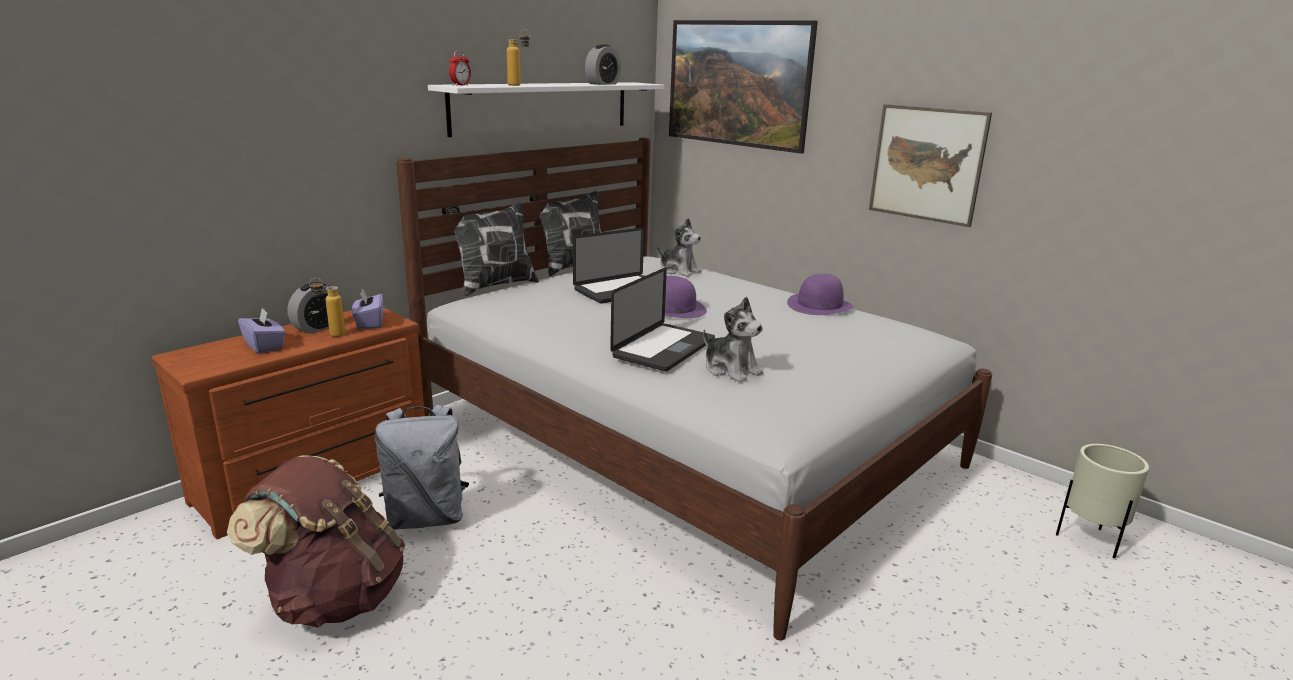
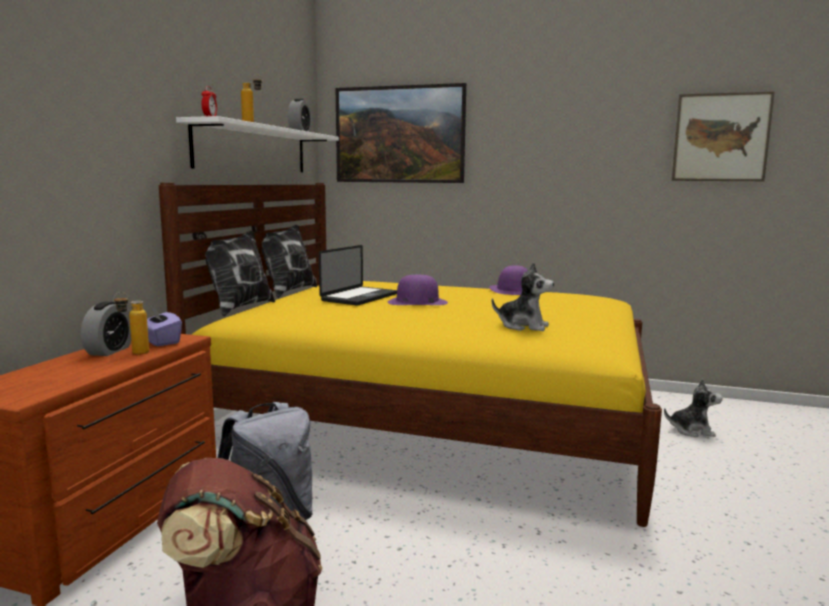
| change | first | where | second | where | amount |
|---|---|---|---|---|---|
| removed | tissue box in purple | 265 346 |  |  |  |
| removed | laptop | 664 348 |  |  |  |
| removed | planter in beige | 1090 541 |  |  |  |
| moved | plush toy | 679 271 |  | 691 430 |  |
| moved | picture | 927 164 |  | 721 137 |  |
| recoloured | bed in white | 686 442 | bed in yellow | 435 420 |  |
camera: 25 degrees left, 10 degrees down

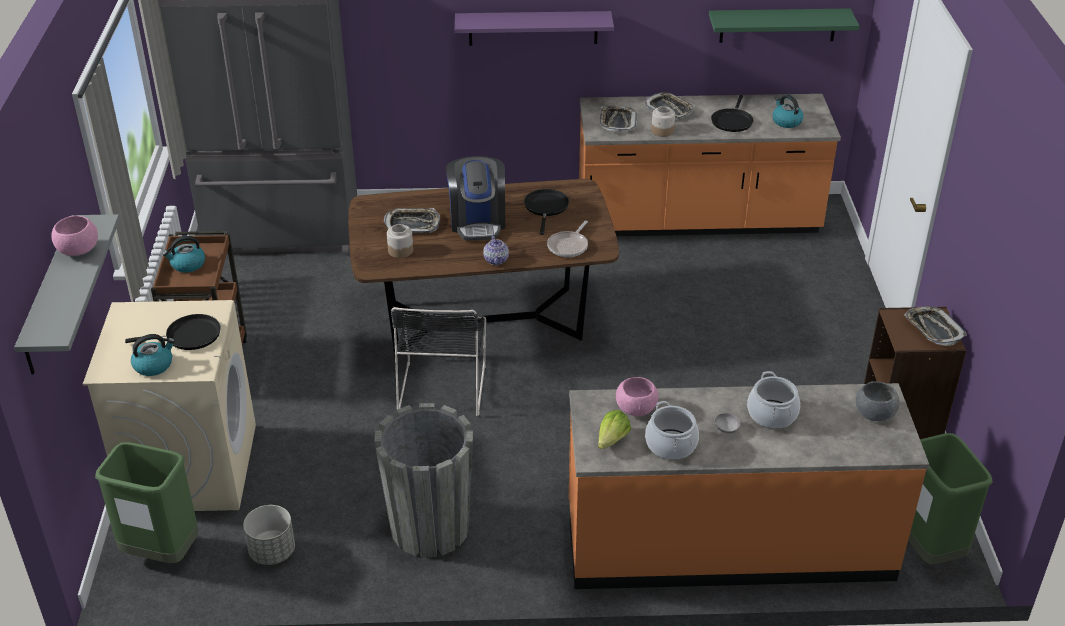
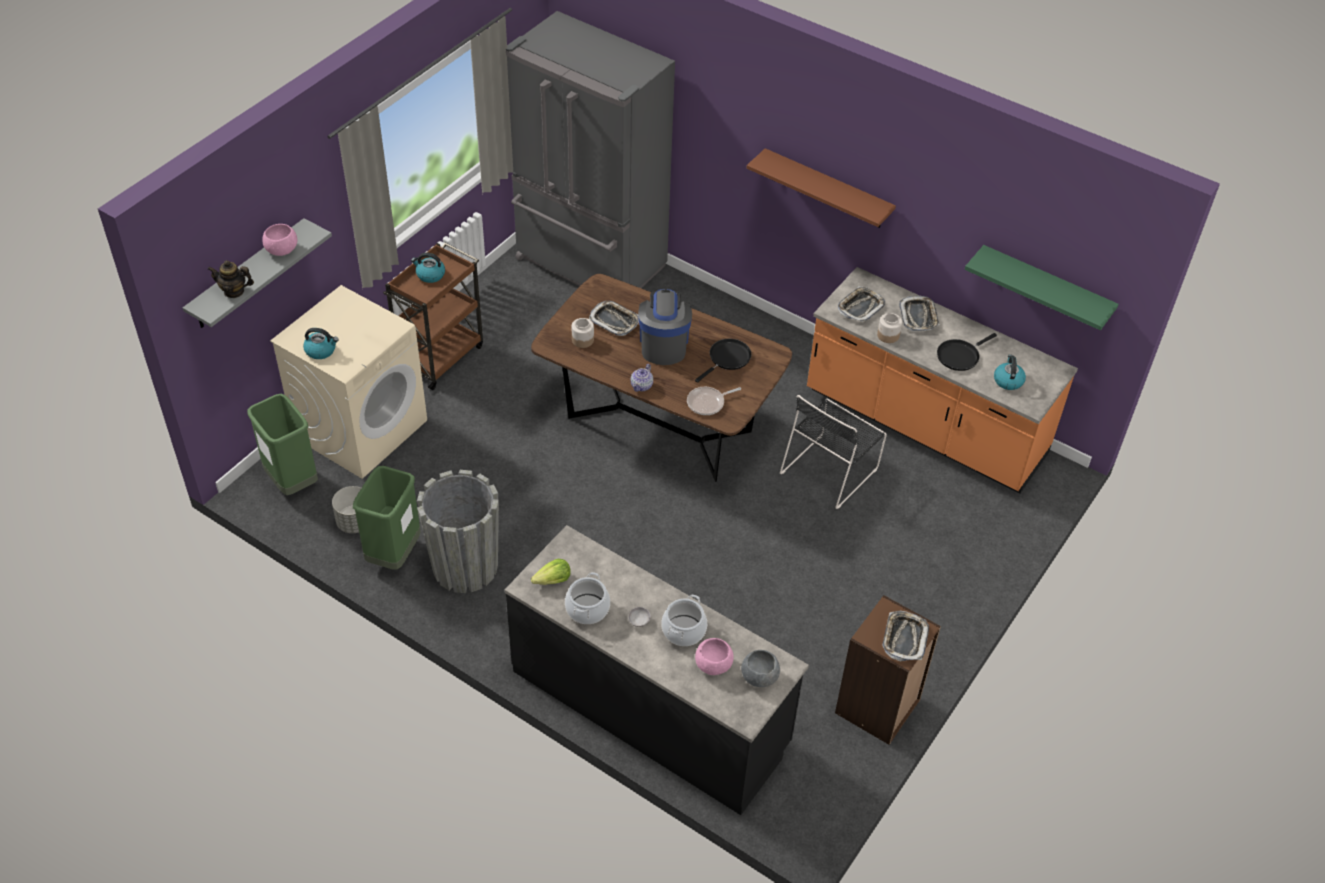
| change | first | where | second | where | amount |
|---|---|---|---|---|---|
| removed | frying pan in black | 189 336 |  |  |  |
| added |  |  | teapot | 234 291 |  |
| moved | chair in black | 442 385 |  | 831 469 |  |
| moved | bowl in pink | 636 408 |  | 713 665 |  |
| moved | trash can in green | 927 548 |  | 394 554 |  |
| recoloured | shelf in purple | 533 28 | shelf in brown | 827 189 |  |
| recoloured | counter in orange | 728 543 | counter in black | 650 707 |  |
| turned | coffee machine | 477 221 |  | 663 344 | 150 degrees clockwise |
camera: 35 degrees right, 10 degrees up

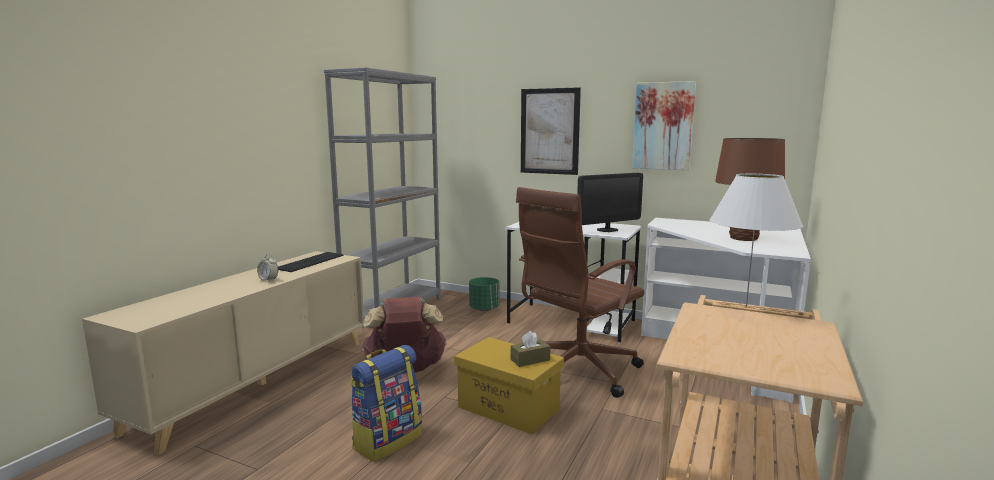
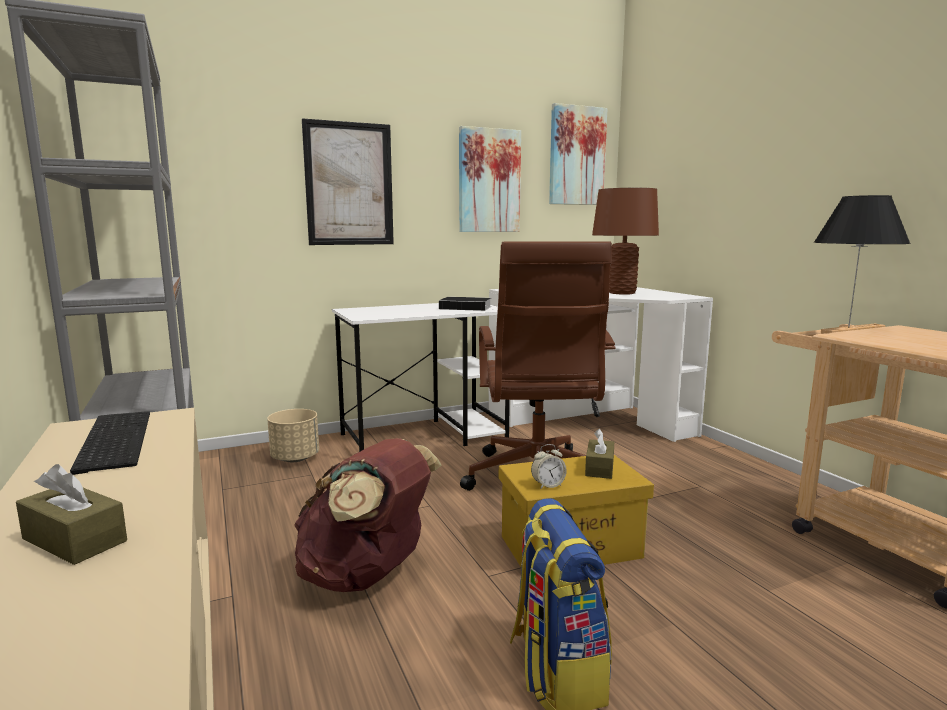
| change | first | where | second | where | amount |
|---|---|---|---|---|---|
| added |  |  | tissue box in brown | 74 540 |  |
| added |  |  | picture | 576 156 |  |
| moved | alarm clock | 268 280 |  | 548 485 |  |
| replaced | monitor | 607 230 | book | 467 307 |  |
| recoloured | planter in green | 484 309 | planter in beige | 295 458 |  |
| recoloured | table lamp in white | 746 306 | table lamp in black | 848 327 |  |
camera: 50 degrees left, 0 degrees up

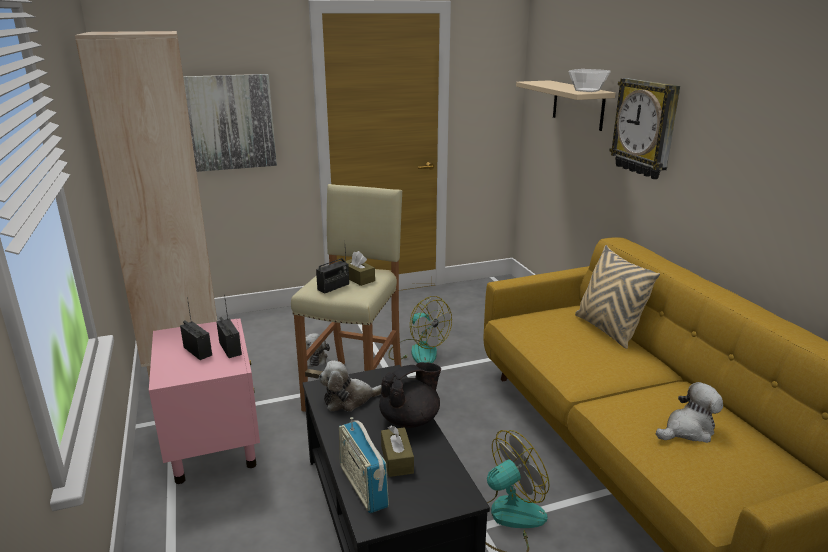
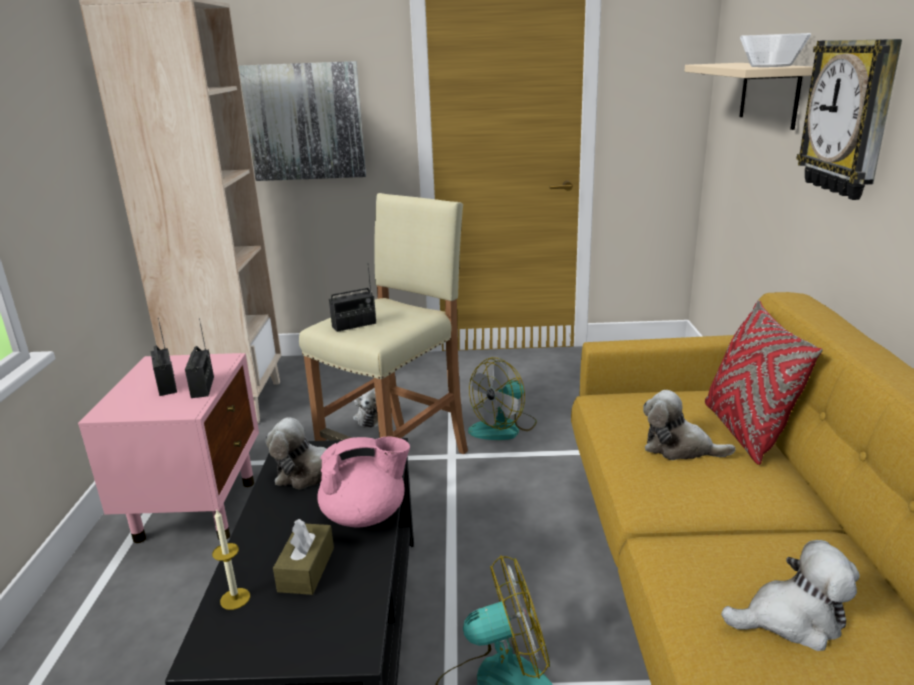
| change | first | where | second | where | amount |
|---|---|---|---|---|---|
| removed | tissue box in brown | 358 278 |  |  |  |
| added |  |  | plush toy | 679 448 |  |
| replaced | radio | 363 486 | candle | 235 598 |  |
| recoloured | teapot in black | 410 419 | teapot in pink | 366 515 |  |
| recoloured | pillow in beige | 607 330 | pillow in red | 745 432 |  |
| turned | fan | 418 351 |  | 504 427 | 75 degrees clockwise |
camera: 20 degrees right, 0 degrees up

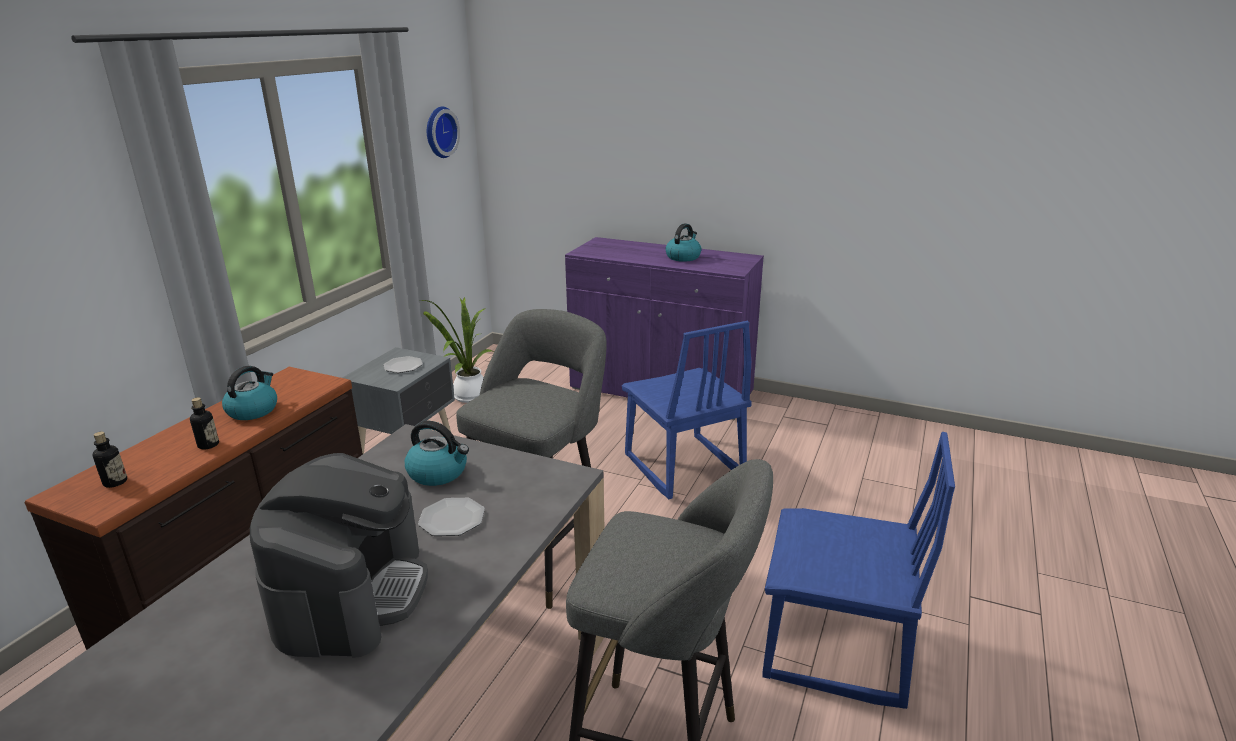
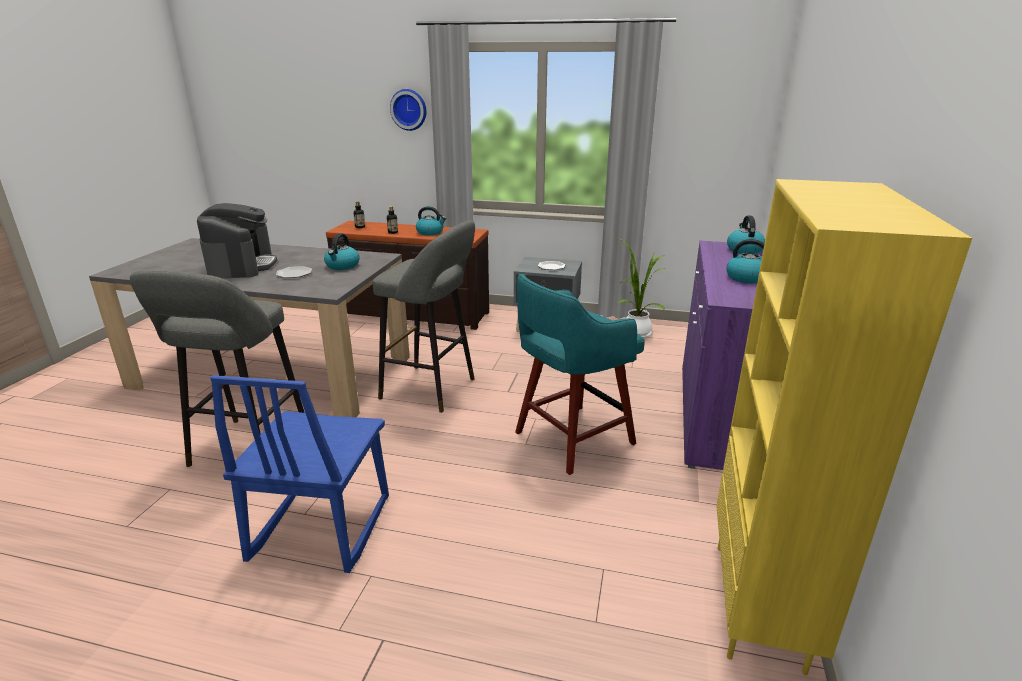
| change | first | where | second | where | amount |
|---|---|---|---|---|---|
| added |  |  | bookcase in yellow | 760 605 |  |
| added |  |  | kettle | 744 250 |  |
| moved | wall clock | 439 132 |  | 409 109 |  |
| replaced | chair in blue | 682 467 | stool in turquoise | 571 439 |  |
| turned | coffee machine | 351 593 |  | 242 266 | 90 degrees counterclockwise |
camera: 80 degrees right, 0 degrees up

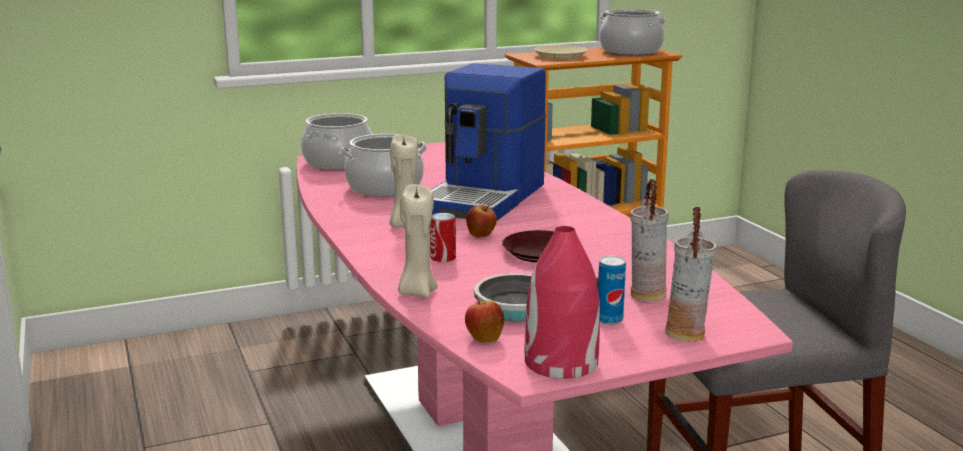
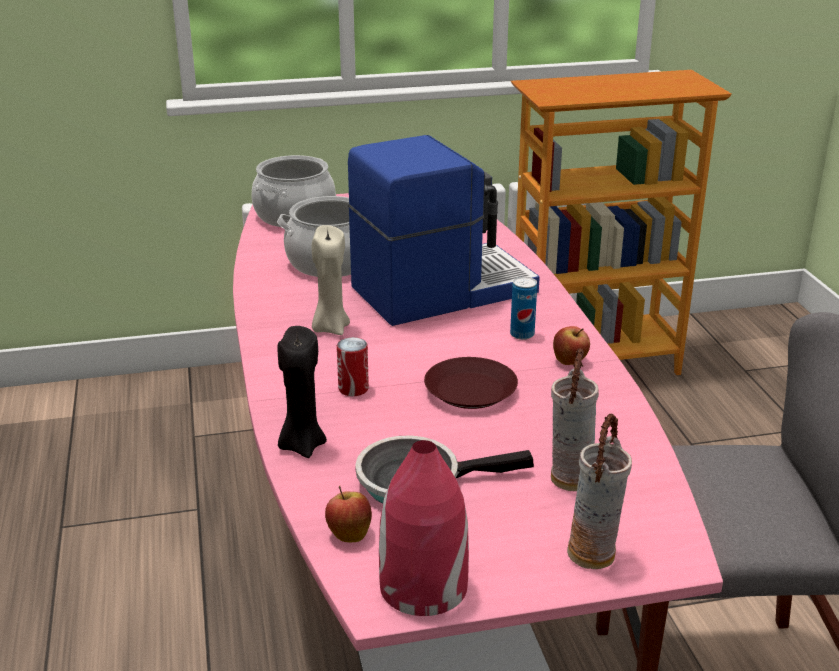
| change | first | where | second | where | amount |
|---|---|---|---|---|---|
| removed | plate in beige | 560 56 |  |  |  |
| removed | cooking pot | 631 51 |  |  |  |
| moved | apple | 481 235 |  | 570 362 |  |
| moved | can | 609 320 |  | 522 334 |  |
| recoloured | candle in beige | 417 292 | candle in black | 302 445 |  |
| turned | coffee machine | 485 198 |  | 441 289 | 150 degrees counterclockwise |
camera: 10 degrees right, 10 degrees up

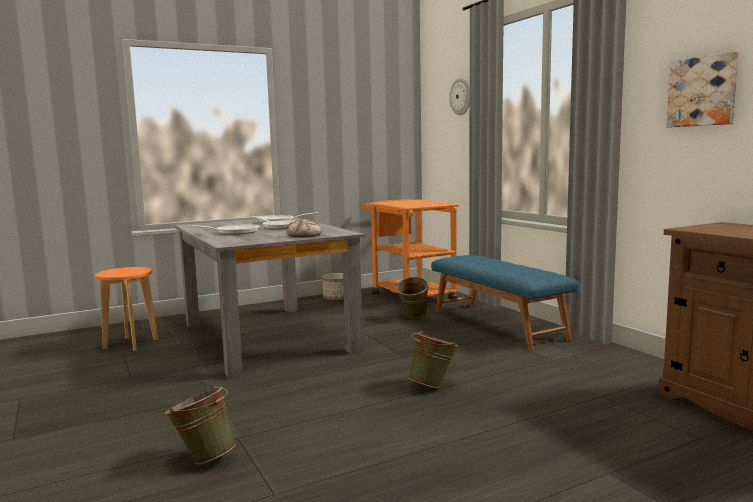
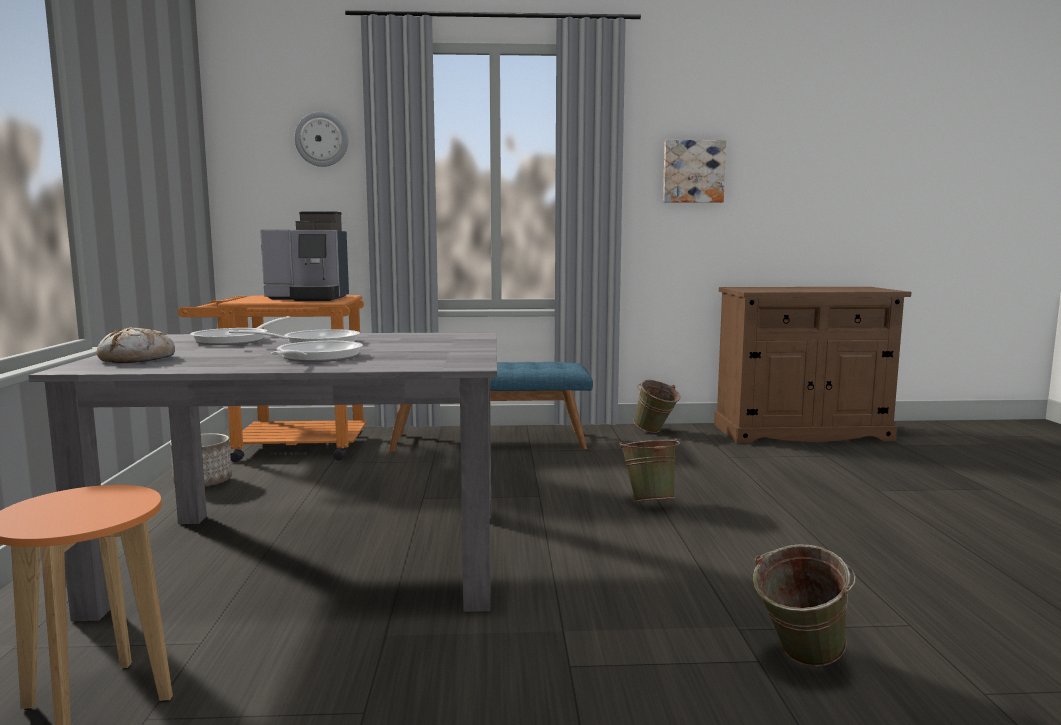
| change | first | where | second | where | amount |
|---|---|---|---|---|---|
| added |  |  | coffee machine | 310 298 |  |
| moved | bread | 304 235 |  | 137 359 |  |
| moved | bucket in green | 413 317 |  | 655 432 |  |
camera: 65 degrees left, 0 degrees up

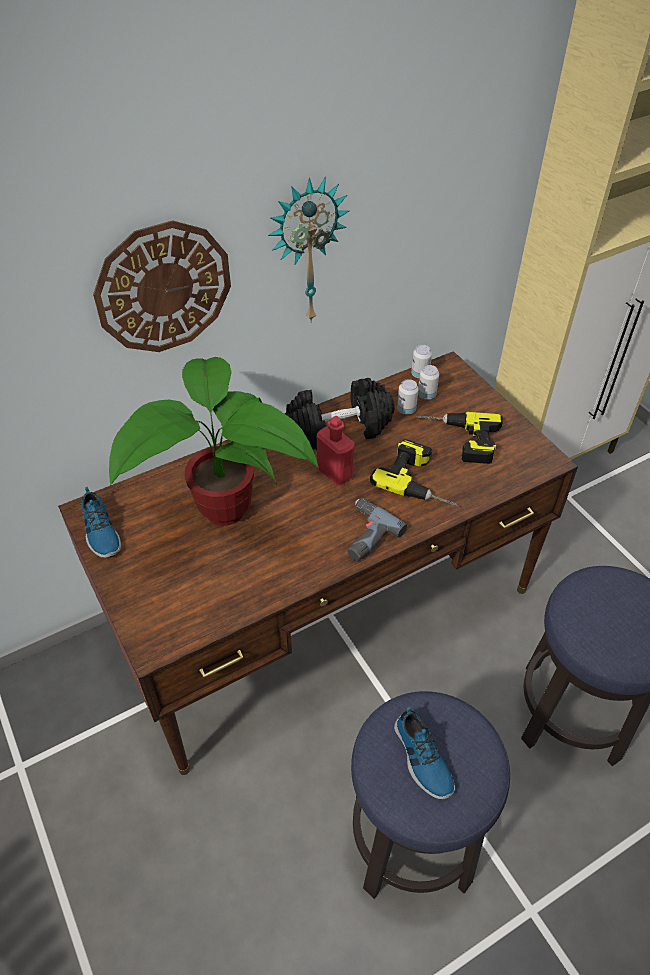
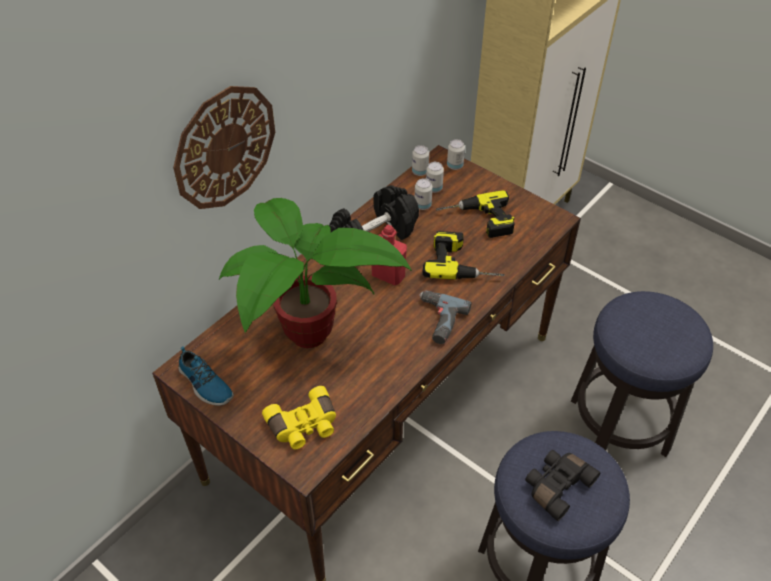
| change | first | where | second | where | amount |
|---|---|---|---|---|---|
| removed | wall clock | 306 252 |  |  |  |
| added |  |  | binoculars in yellow | 304 426 |  |
| added |  |  | can | 455 166 |  |
| replaced | shoe | 421 758 | binoculars in black | 556 485 |  |
camera: 20 degrees left, 0 degrees up

